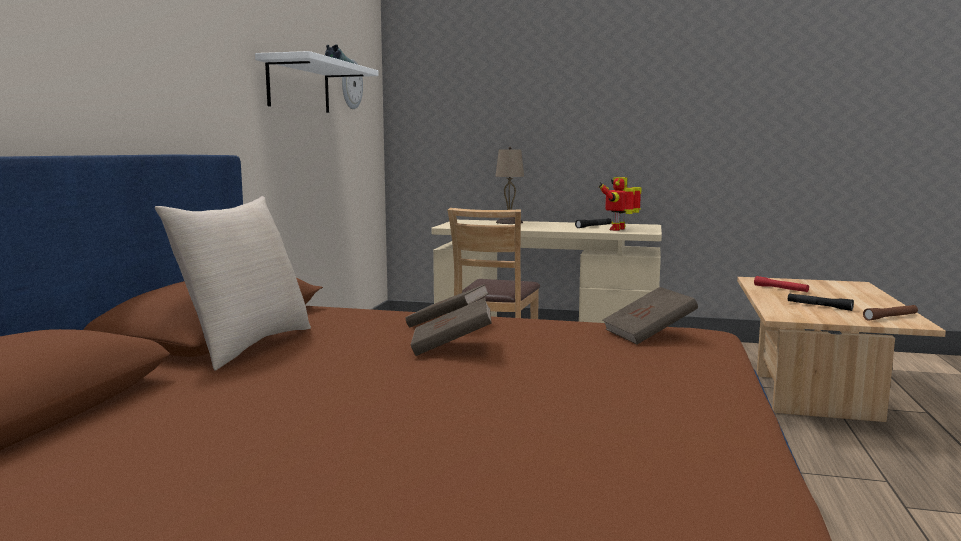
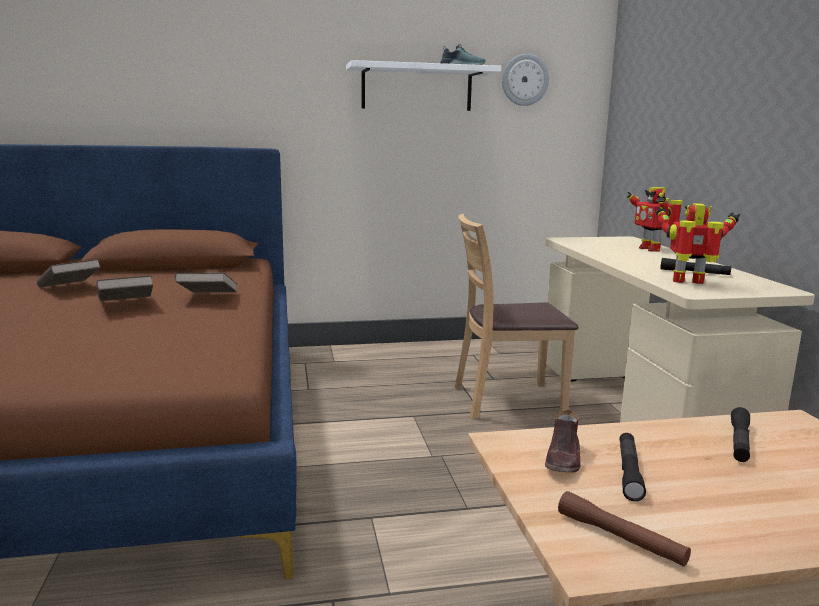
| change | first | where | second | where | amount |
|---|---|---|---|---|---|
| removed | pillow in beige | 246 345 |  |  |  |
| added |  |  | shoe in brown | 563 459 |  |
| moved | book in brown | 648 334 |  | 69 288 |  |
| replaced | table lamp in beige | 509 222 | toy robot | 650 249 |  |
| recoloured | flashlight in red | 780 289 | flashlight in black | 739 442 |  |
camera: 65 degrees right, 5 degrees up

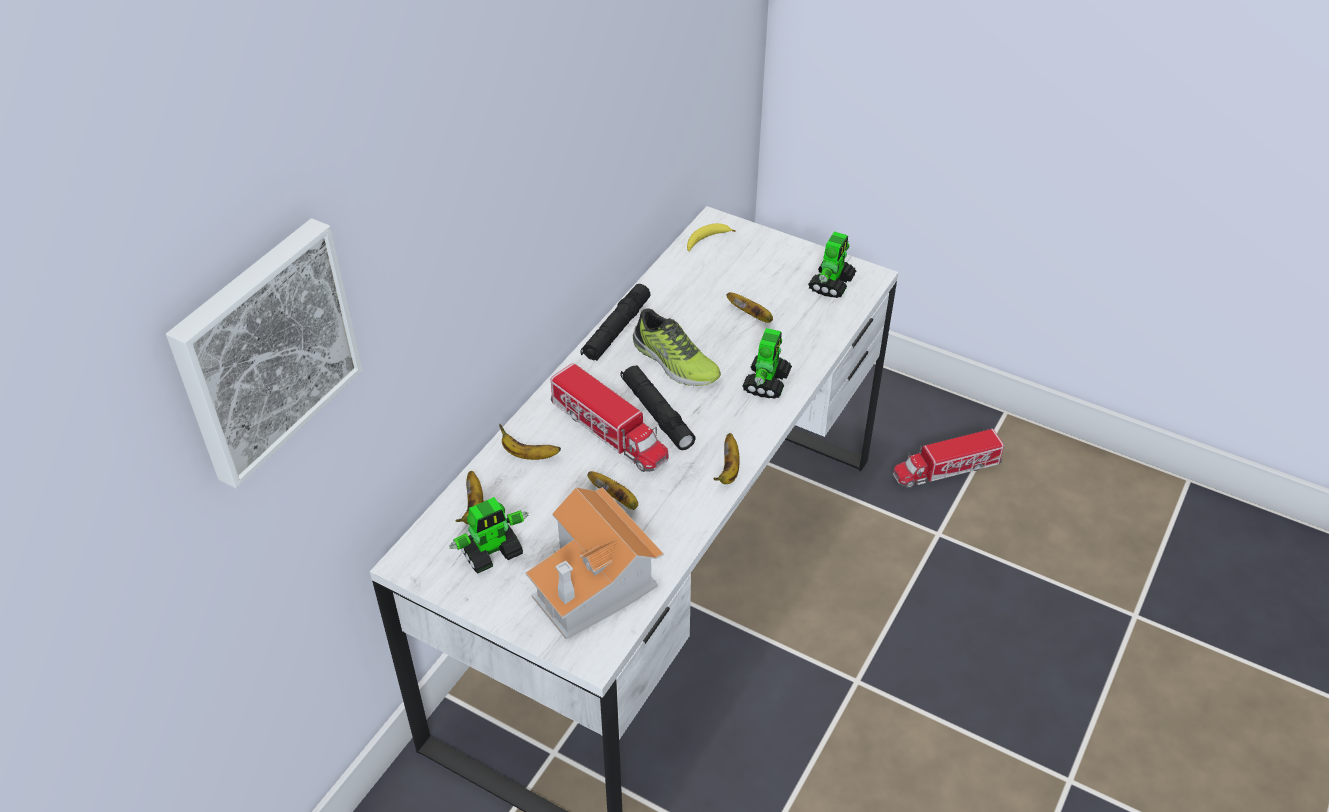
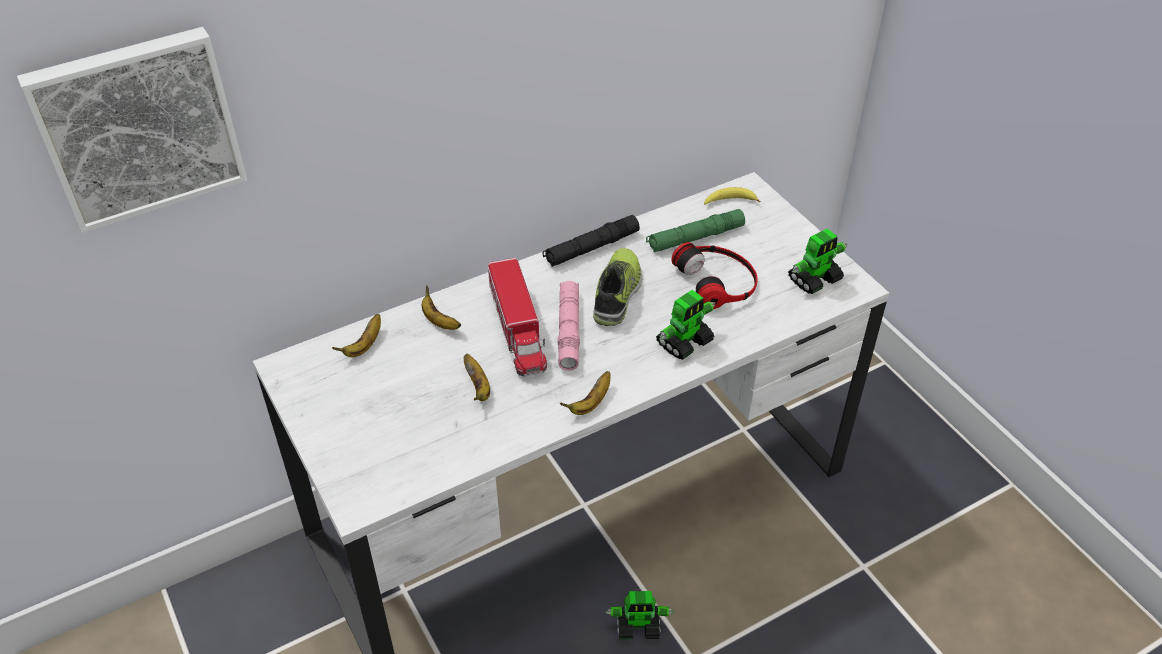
| change | first | where | second | where | amount |
|---|---|---|---|---|---|
| removed | toy house | 594 584 |  |  |  |
| removed | toy truck | 946 469 |  |  |  |
| added |  |  | flashlight in green | 695 238 |  |
| moved | toy robot | 492 552 |  | 638 626 |  |
| replaced | banana | 752 316 | headphones | 718 280 |  |
| recoloured | flashlight in black | 657 413 | flashlight in pink | 569 330 |  |
| turned | shoe | 674 362 |  | 618 293 | 150 degrees counterclockwise |
camera: 30 degrees right, 0 degrees up

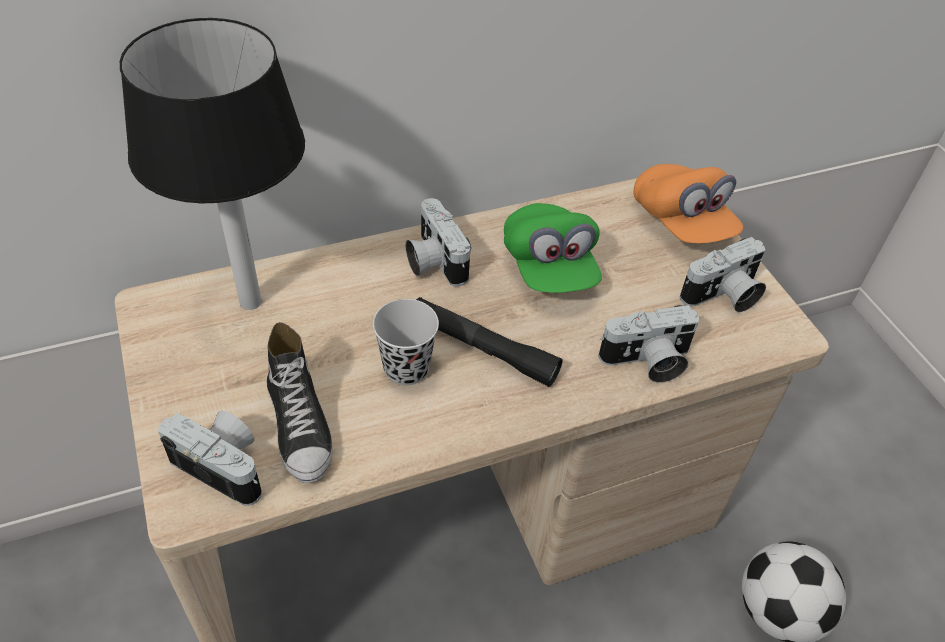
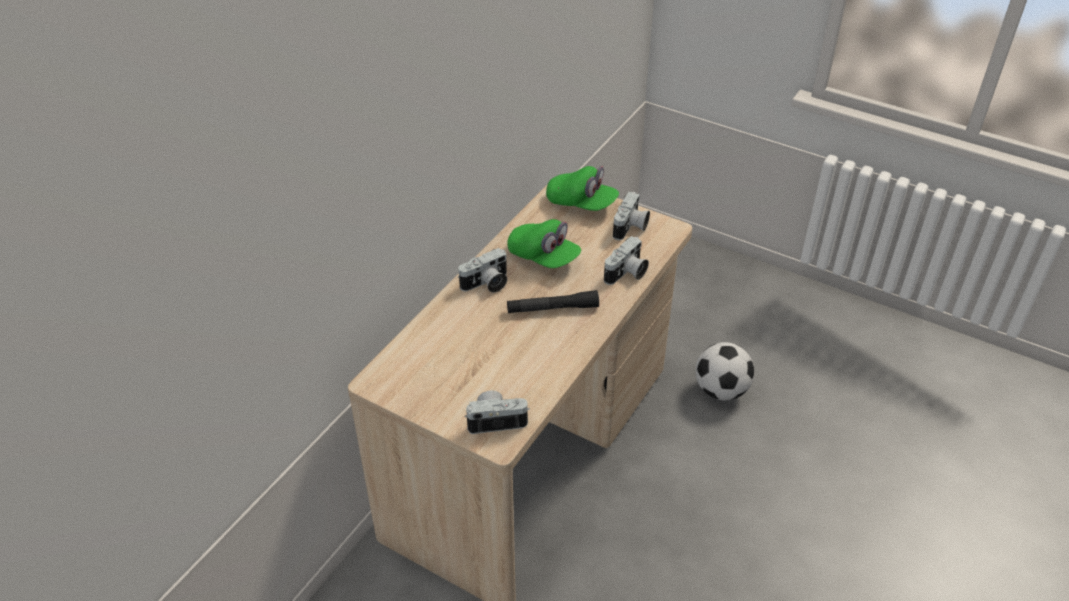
| change | first | where | second | where | amount |
|---|---|---|---|---|---|
| removed | table lamp | 249 303 |  |  |  |
| removed | shoe | 301 424 |  |  |  |
| removed | cup in black | 406 368 |  |  |  |
| recoloured | cap in orange | 682 223 | cap in green | 581 203 |  |
| turned | photo camera | 433 261 |  | 486 284 | 60 degrees counterclockwise |
camera: 35 degrees left, 5 degrees down

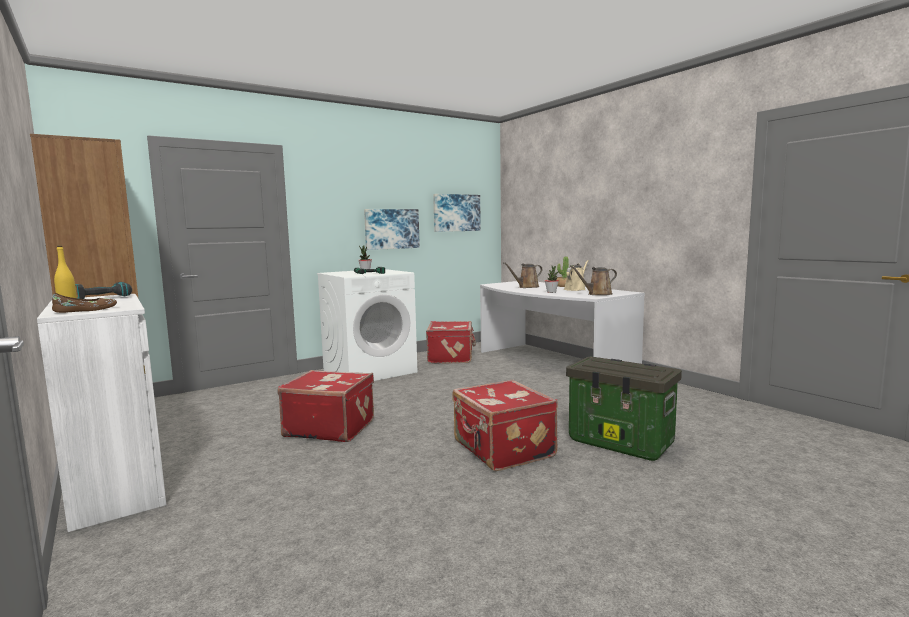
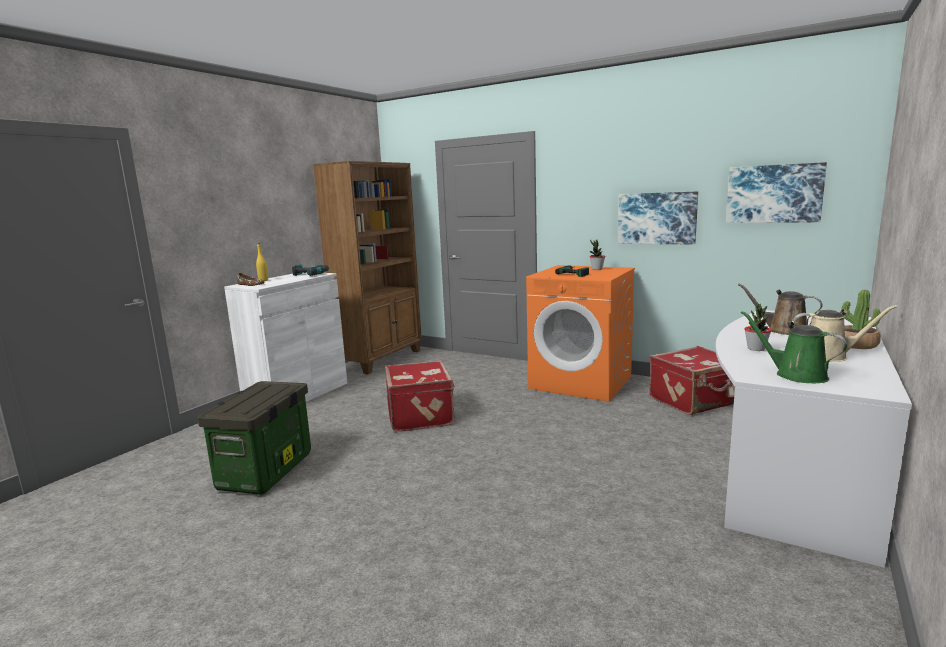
| change | first | where | second | where | amount |
|---|---|---|---|---|---|
| removed | suitcase in red | 502 450 |  |  |  |
| moved | storage box | 622 442 |  | 266 472 |  |
| recoloured | washing machine in white | 370 371 | washing machine in orange | 581 382 |  |
| recoloured | watering can in brown | 597 294 | watering can in green | 795 375 |  |
camera: 65 degrees right, 5 degrees up

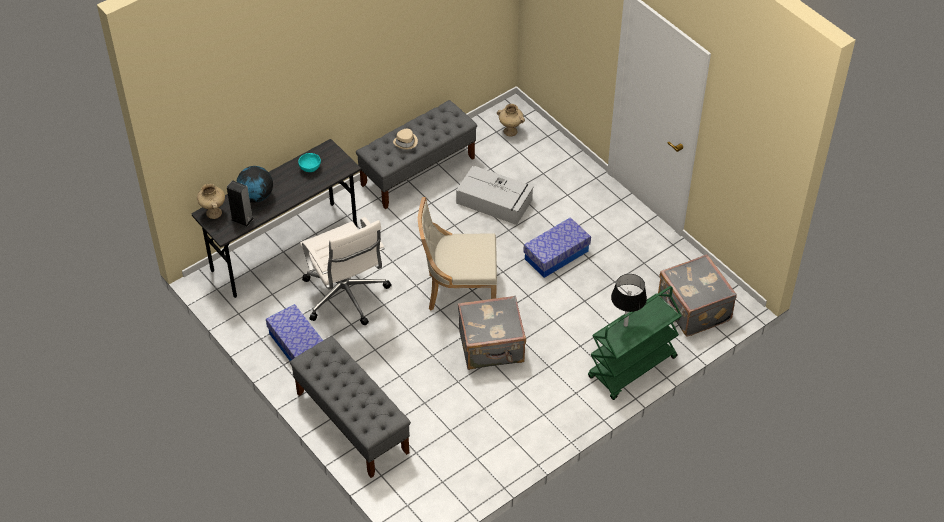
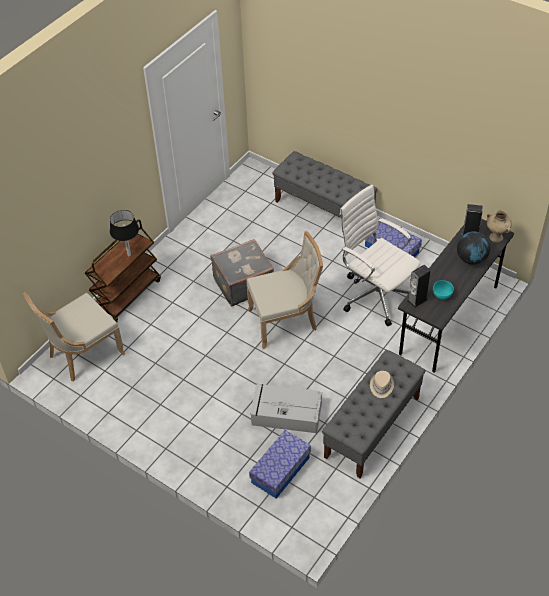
| change | first | where | second | where | amount |
|---|---|---|---|---|---|
| removed | vase in beige | 511 131 |  |  |  |
| added |  |  | speaker | 417 300 |  |
| moved | storage box | 556 255 |  | 280 470 |  |
| replaced | suitcase in grey | 693 309 | chair in beige | 83 355 |  |
| recoloured | cart in green | 632 368 | cart in brown | 127 295 |  |
camera: 165 degrees right, 0 degrees up

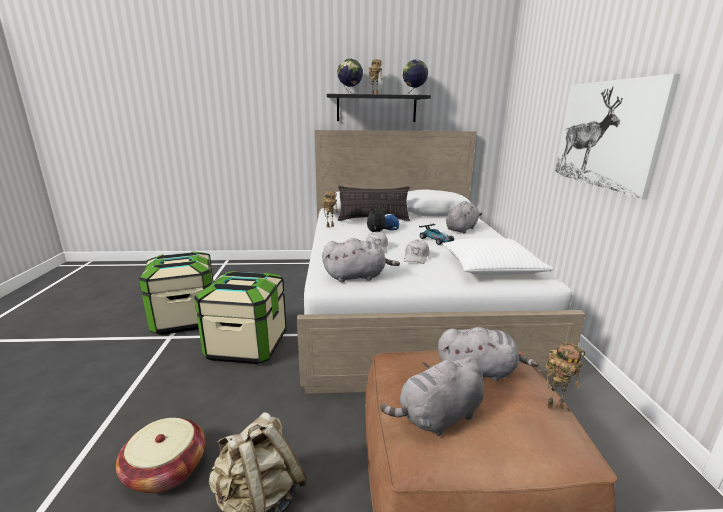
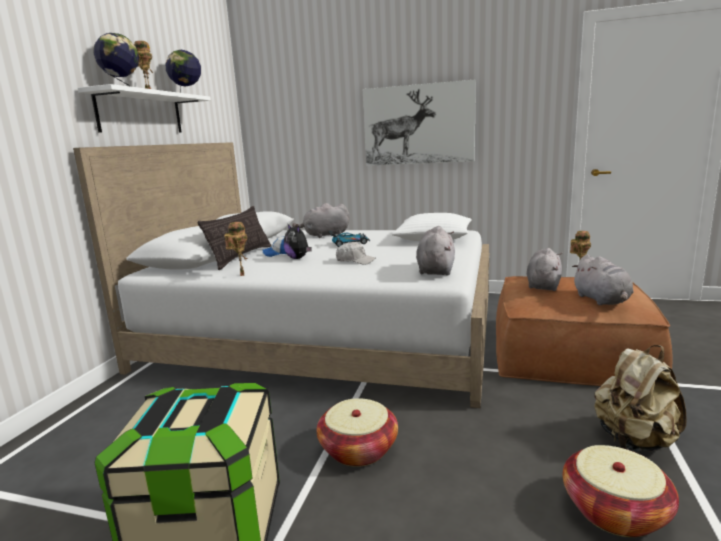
| change | first | where | second | where | amount |
|---|---|---|---|---|---|
| removed | cap in white | 416 257 |  |  |  |
| replaced | storage box | 247 346 | basket | 358 449 |  |
| recoloured | shelf in black | 376 108 | shelf in white | 141 113 |  |
| turned | plush toy in grey | 462 229 |  | 324 235 | 75 degrees counterclockwise |
camera: 70 degrees left, 5 degrees down

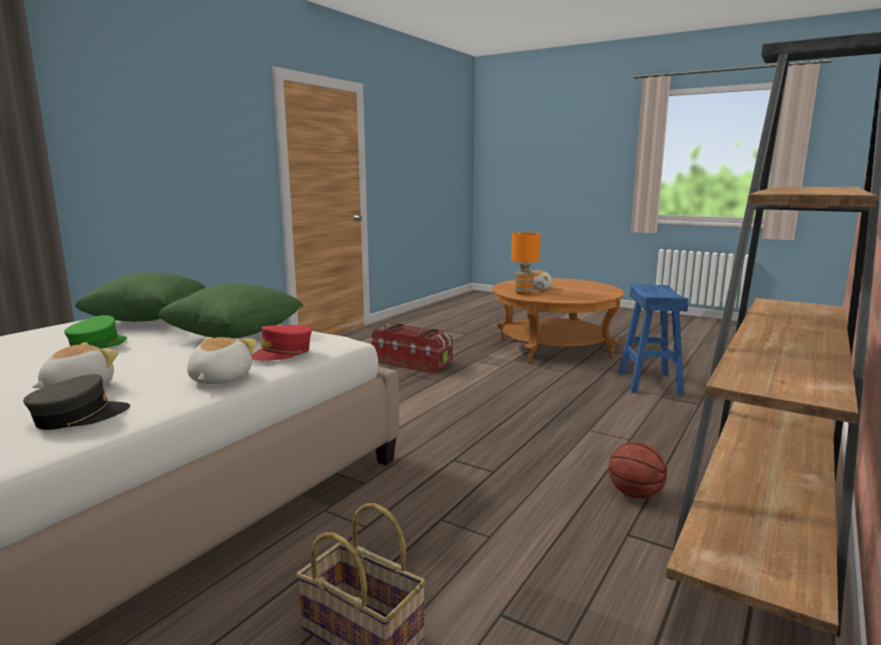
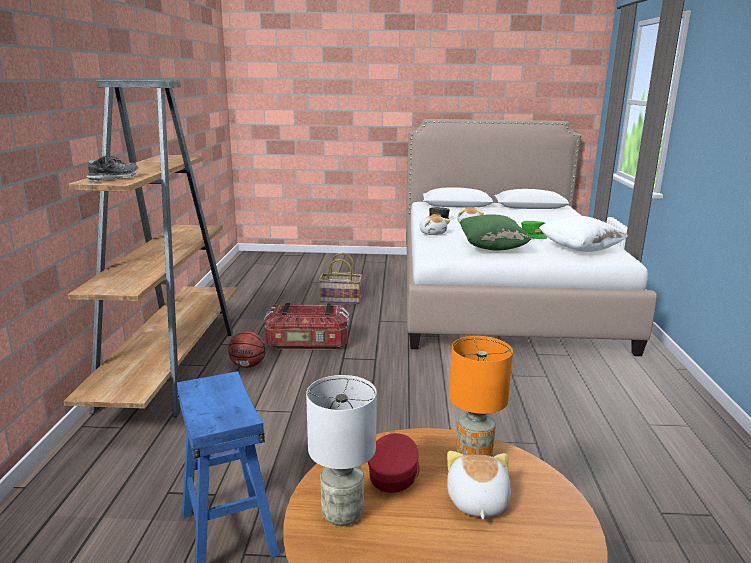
| change | first | where | second | where | amount |
|---|---|---|---|---|---|
| added |  |  | shoe | 114 178 |  |
| added |  |  | table lamp in grey | 342 514 |  |
| moved | cap in red | 282 353 |  | 394 472 |  |
| moved | storage box | 413 363 |  | 307 344 |  |
| recoloured | pillow in green | 147 320 | pillow in white | 579 249 |  |
camera: 150 degrees right, 5 degrees up

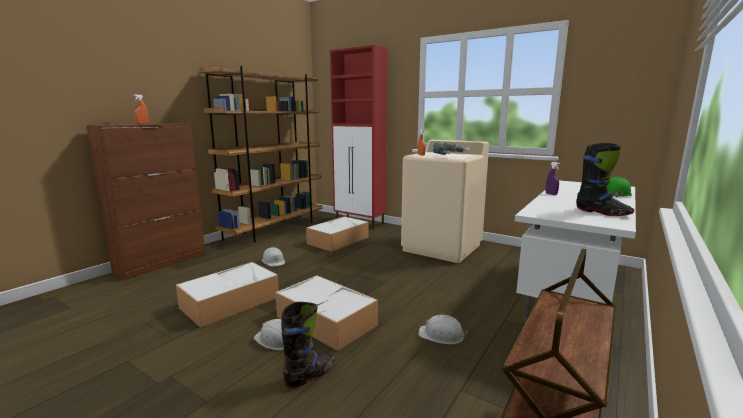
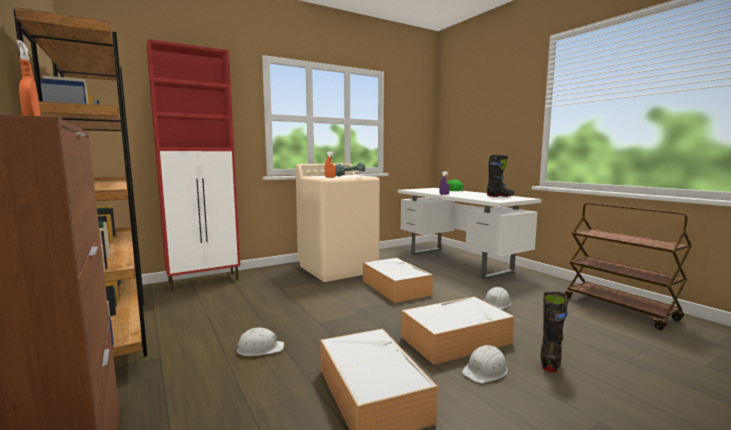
| change | first | where | second | where | amount |
|---|---|---|---|---|---|
| moved | storage box | 338 240 |  | 394 287 |  |
| turned | boot in black | 310 375 |  | 550 361 | 45 degrees clockwise |
camera: 65 degrees left, 5 degrees down

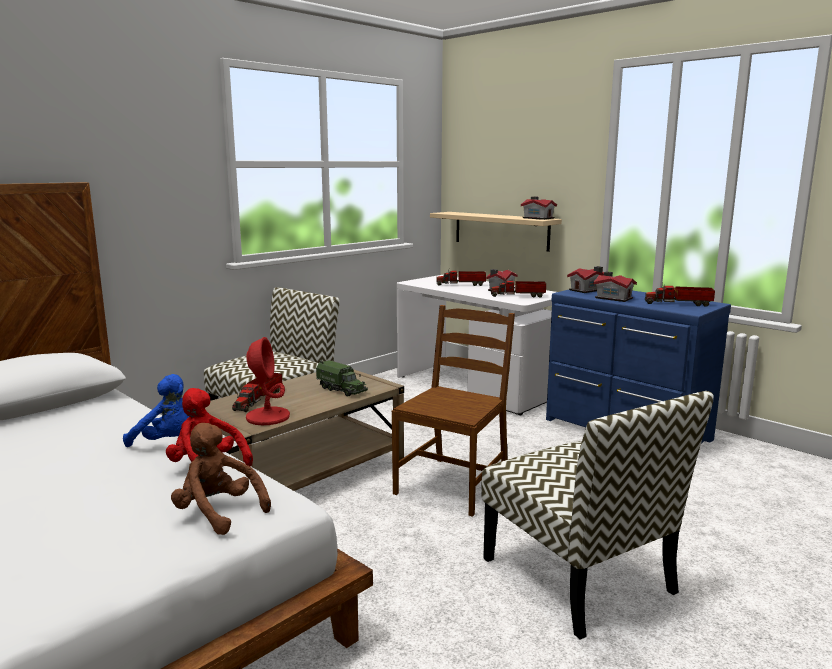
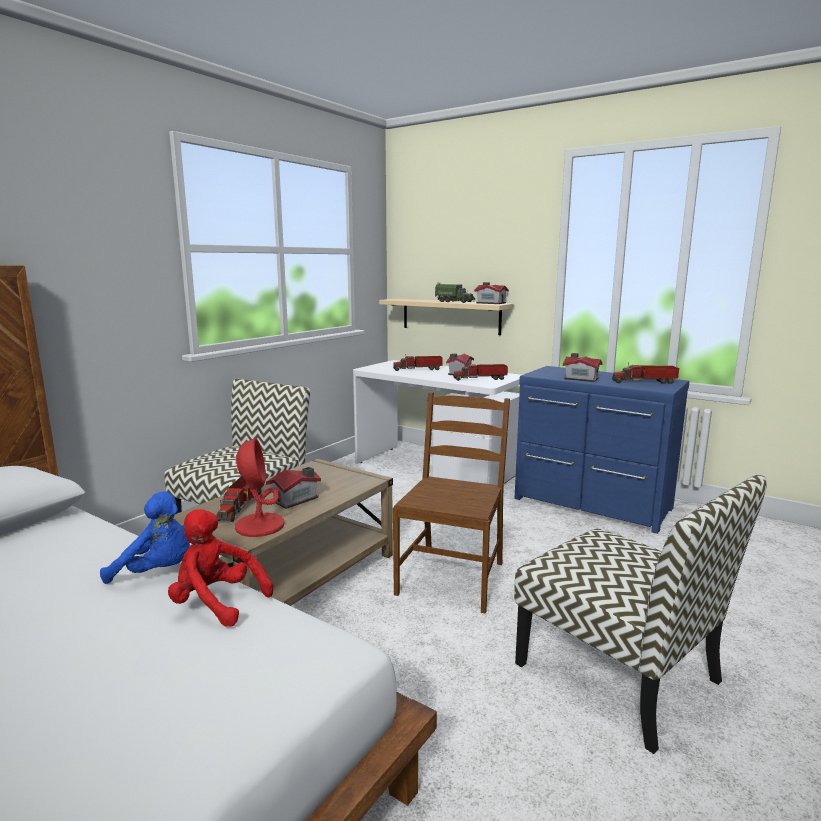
| change | first | where | second | where | amount |
|---|---|---|---|---|---|
| removed | plush toy in brown | 218 513 |  |  |  |
| moved | toy truck | 342 390 |  | 455 302 |  |
| moved | toy house | 587 290 |  | 296 499 |  |
camera: 10 degrees left, 0 degrees up

